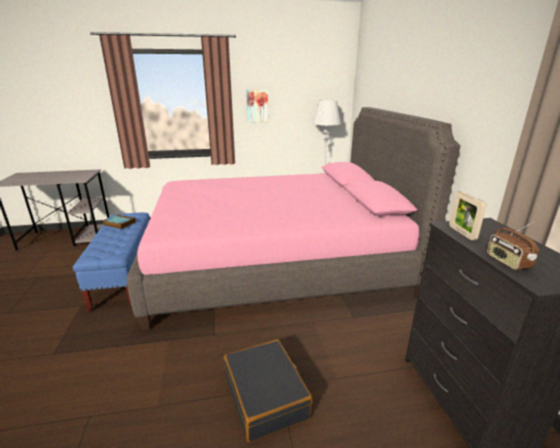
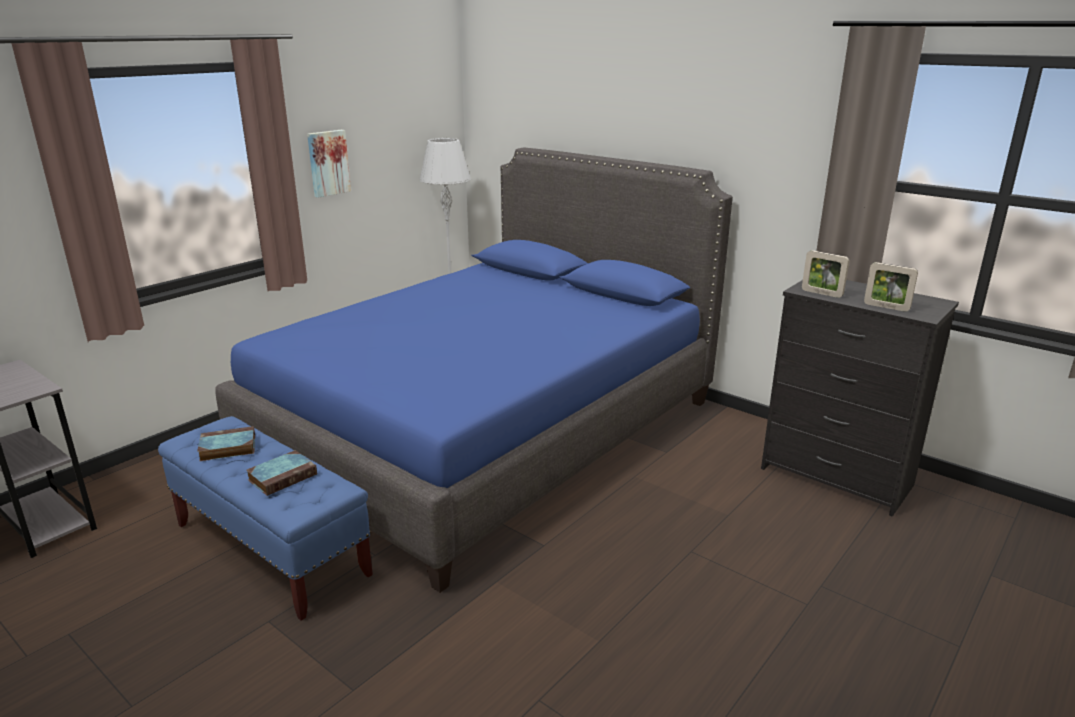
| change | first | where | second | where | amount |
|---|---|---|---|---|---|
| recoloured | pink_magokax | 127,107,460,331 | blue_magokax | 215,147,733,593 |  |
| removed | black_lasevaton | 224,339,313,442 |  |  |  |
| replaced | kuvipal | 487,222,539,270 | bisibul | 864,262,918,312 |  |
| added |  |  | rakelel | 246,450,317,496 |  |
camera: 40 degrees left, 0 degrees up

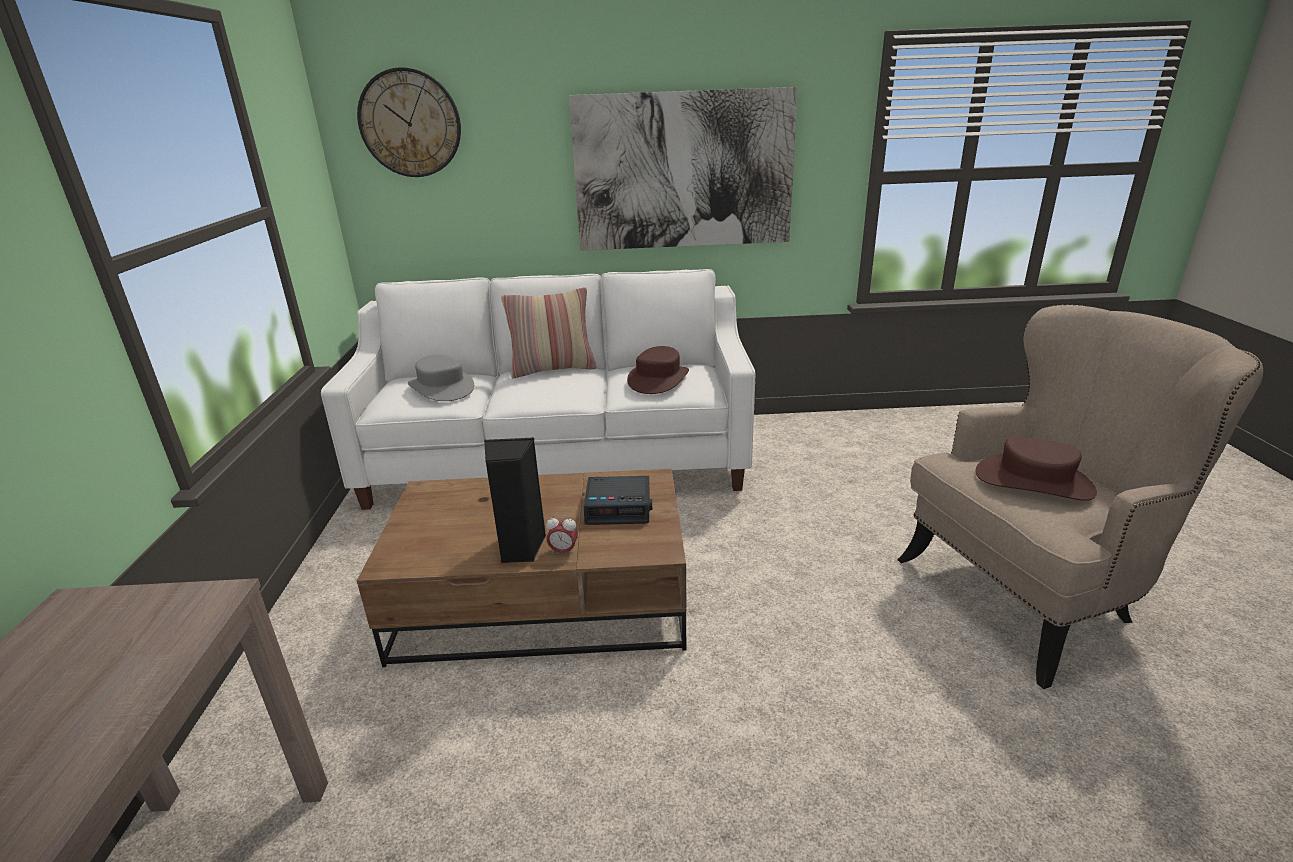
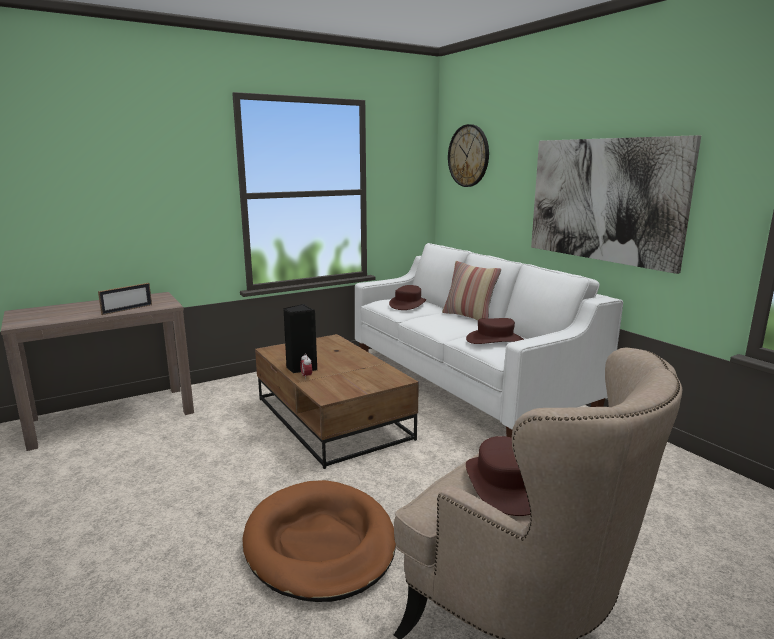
| change | first | where | second | where | amount |
|---|---|---|---|---|---|
| recoloured | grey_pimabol | 408,355,474,401 | brown_pimabol | 389,285,427,310 |  |
| removed | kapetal | 584,476,652,525 |  |  |  |
| added |  |  | bisibul | 98,283,152,315 |  |
| added |  |  | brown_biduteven | 243,480,396,602 |  |
camera: 60 degrees right, 10 degrees down

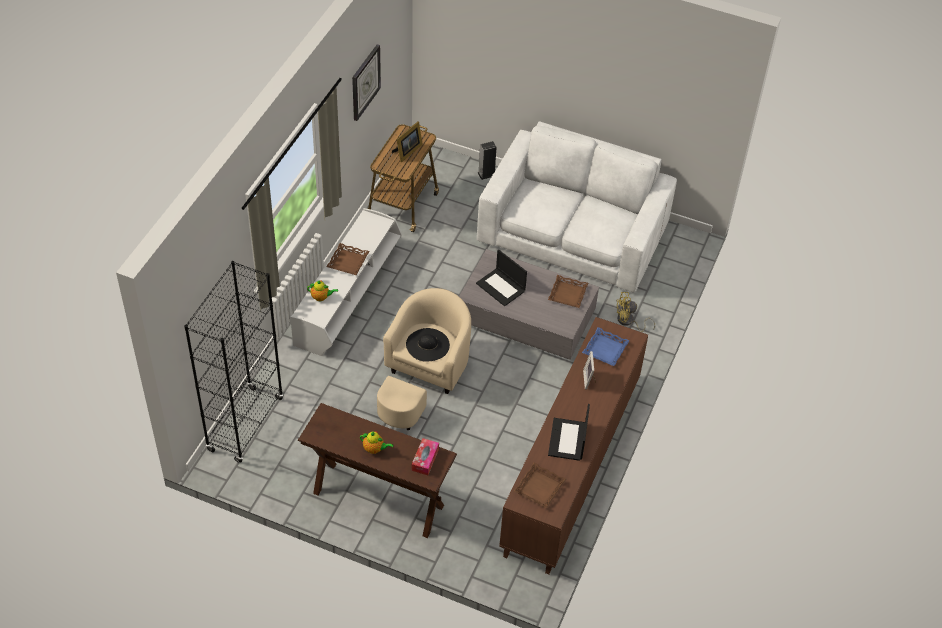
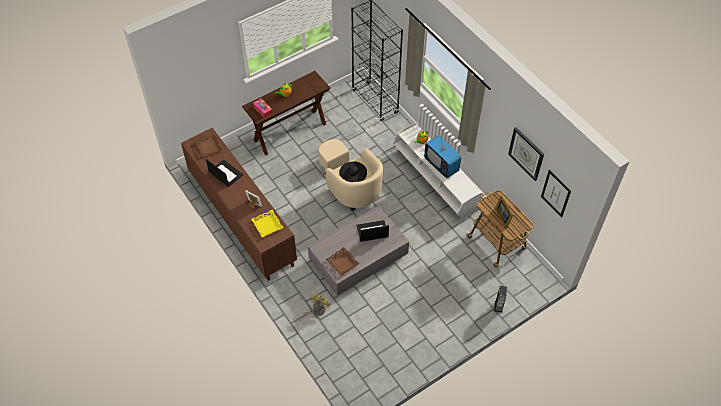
| change | first | where | second | where | amount |
|---|---|---|---|---|---|
| replaced | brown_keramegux | 326,243,369,276 | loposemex | 424,132,461,178 |  |
| removed | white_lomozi | 477,121,677,293 |  |  |  |
| recoloured | blue_keramegux | 582,327,630,366 | yellow_keramegux | 251,210,283,237 |  |
| added |  |  | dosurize | 541,170,571,217 |  |
camera: 125 degrees right, 5 degrees up

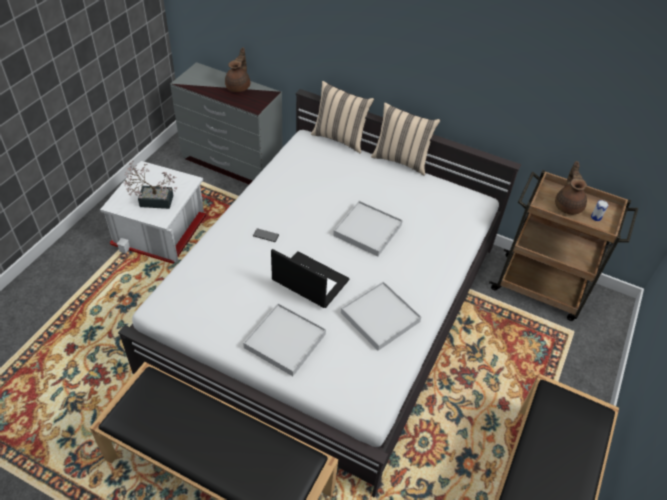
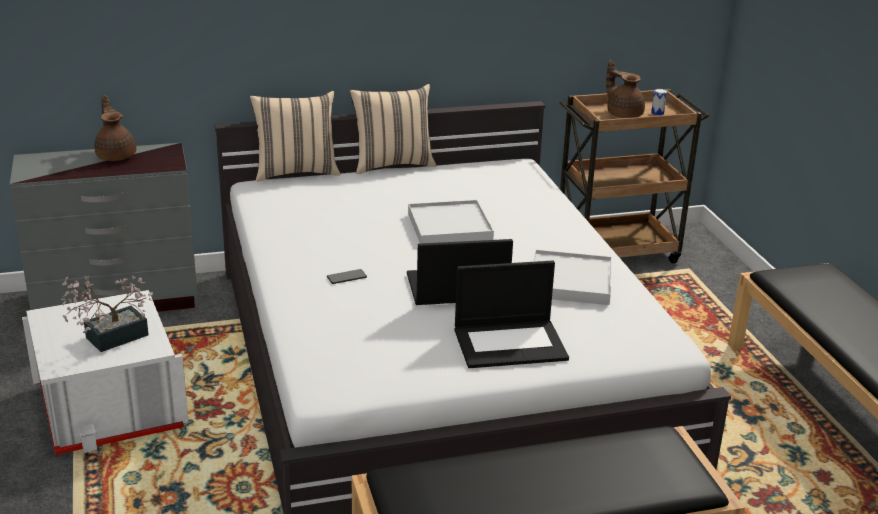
| change | first | where | second | where | amount |
|---|---|---|---|---|---|
| replaced | white_keramegux | 243,303,326,376 | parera | 455,261,569,368 |  |
camera: 40 degrees left, 20 degrees down

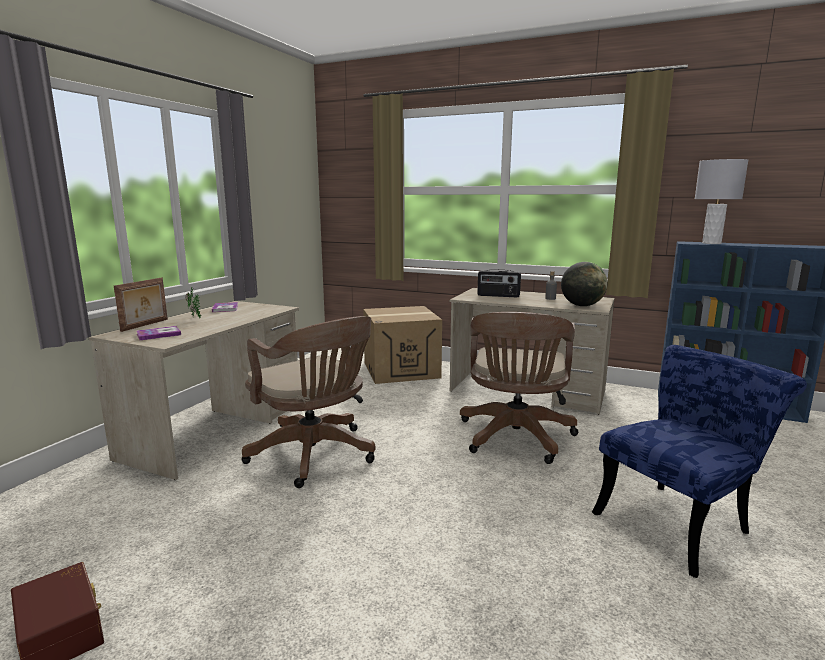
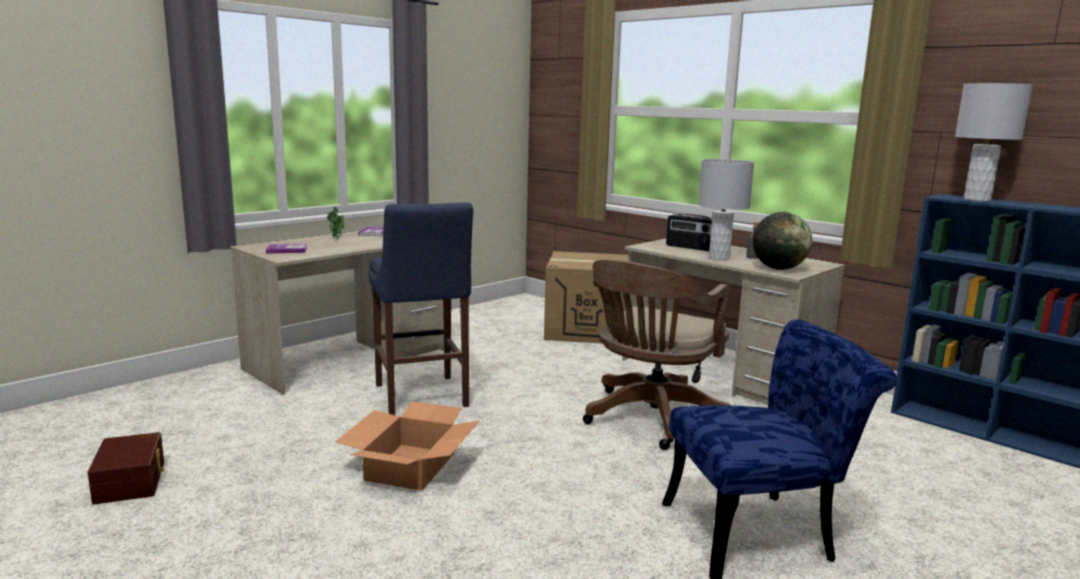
| change | first | where | second | where | amount |
|---|---|---|---|---|---|
| removed | bisibul | 114,278,168,332 |  |  |  |
| replaced | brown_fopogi | 241,316,376,488 | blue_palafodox | 368,202,473,415 |  |
| added |  |  | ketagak | 335,401,479,491 |  |
| added |  |  | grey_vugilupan | 698,159,754,260 |  |
camera: 20 degrees right, 0 degrees up

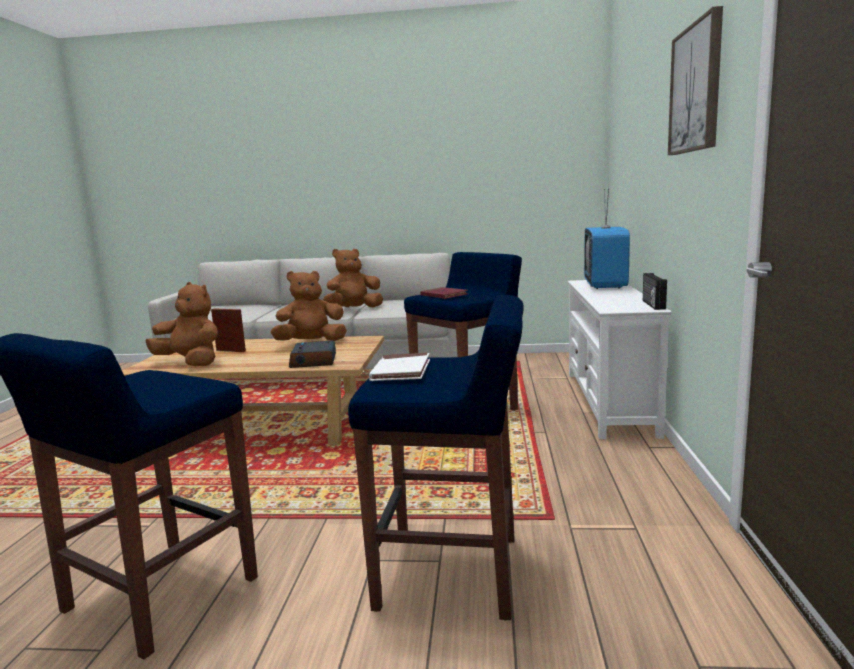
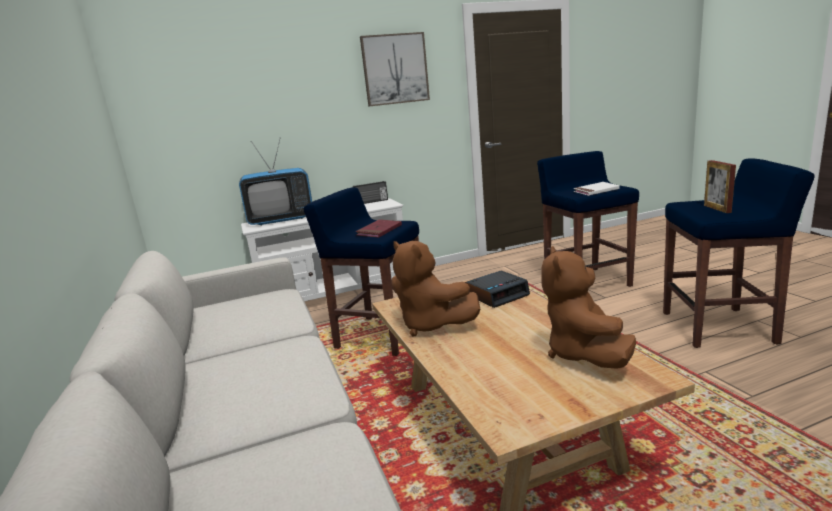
| change | first | where | second | where | amount |
|---|---|---|---|---|---|
| moved | bisibul | 211,308,246,352 |  | 704,160,736,213 |  |
| removed | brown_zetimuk | 323,249,383,308 |  |  |  |
camera: 115 degrees left, 5 degrees up

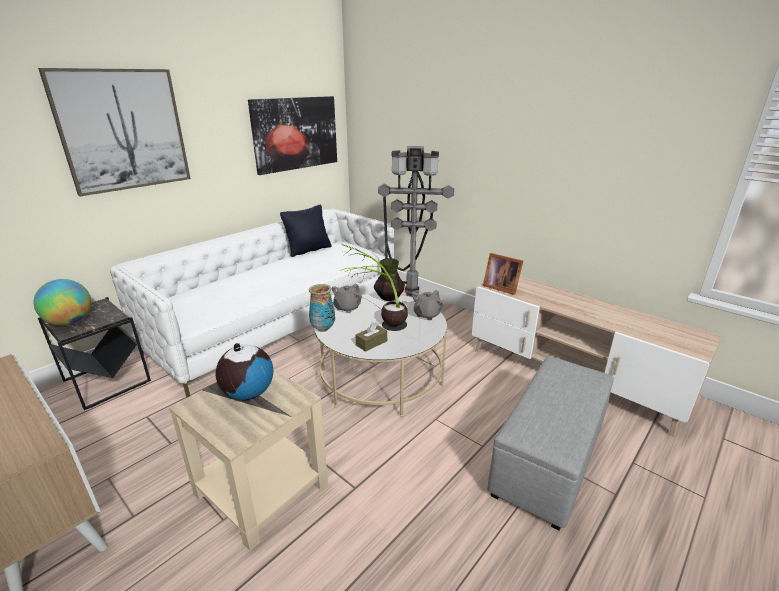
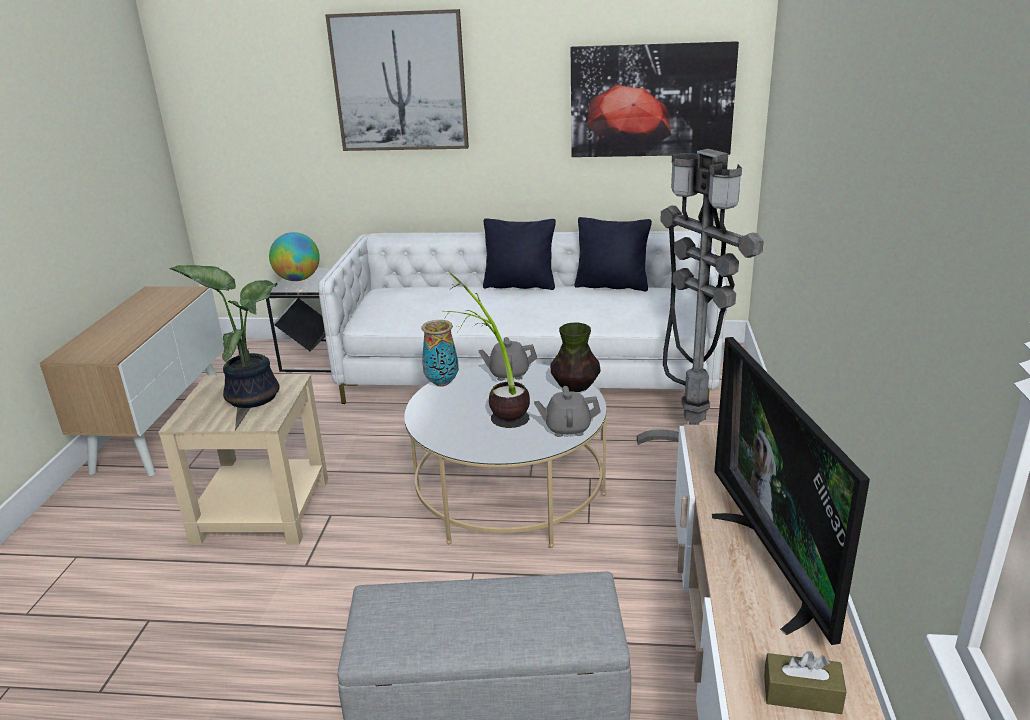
| change | first | where | second | where | amount |
|---|---|---|---|---|---|
| replaced | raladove | 216,343,273,400 | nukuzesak | 169,265,280,408 |  |
| moved | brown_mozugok | 356,322,387,352 |  | 764,651,847,714 |  |
| removed | bisibul | 483,253,523,295 |  |  |  |
| added |  |  | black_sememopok | 483,218,556,290 |  |
| added |  |  | loposemex | 712,337,870,645 |  |
camera: 55 degrees right, 0 degrees up

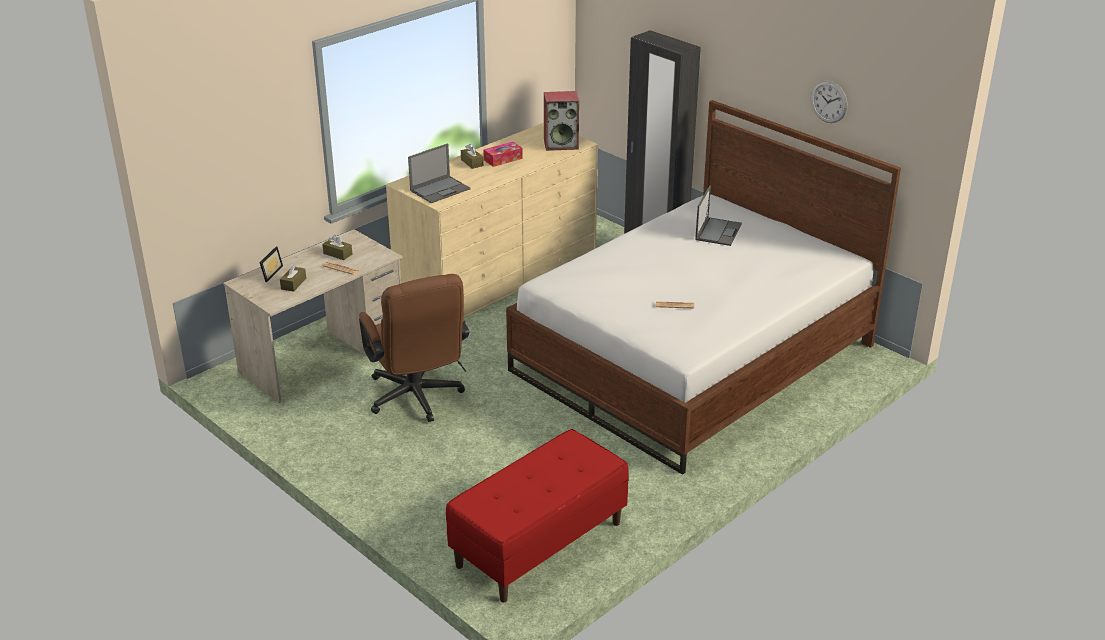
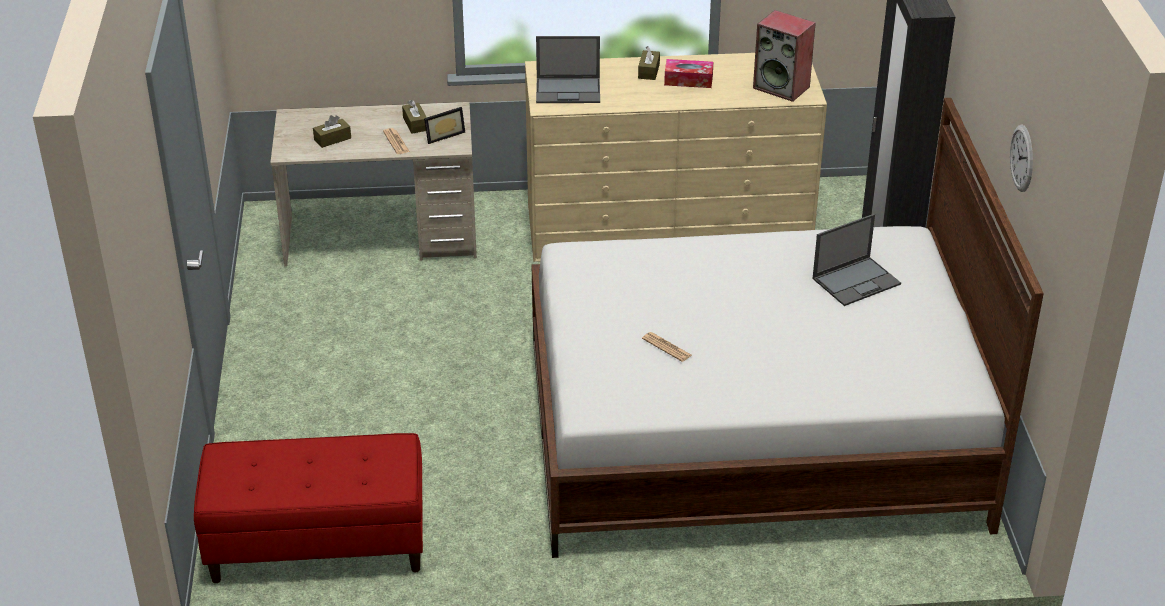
| change | first | where | second | where | amount |
|---|---|---|---|---|---|
| moved | bisibul | 260,247,283,282 |  | 424,107,465,144 |  |
| removed | brown_fopogi | 359,274,469,422 |  |  |  |
camera: 40 degrees right, 5 degrees up

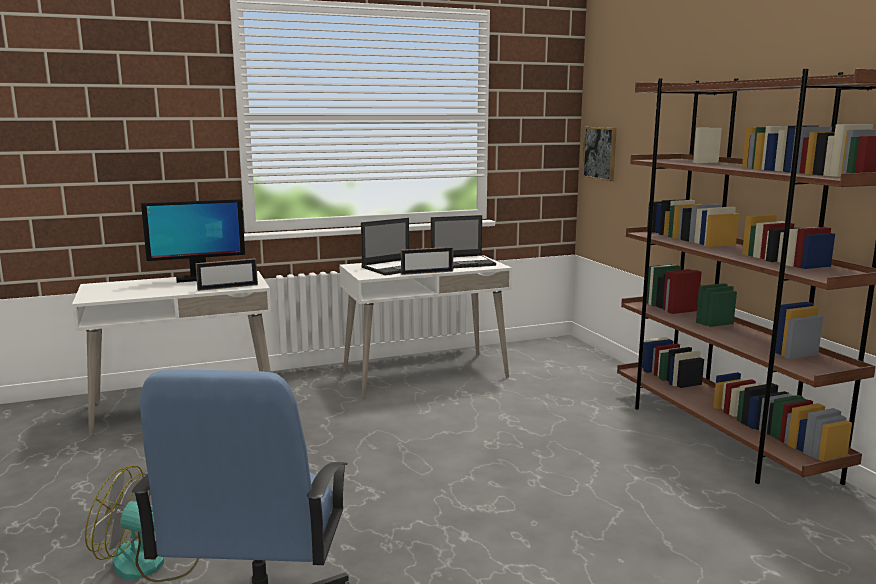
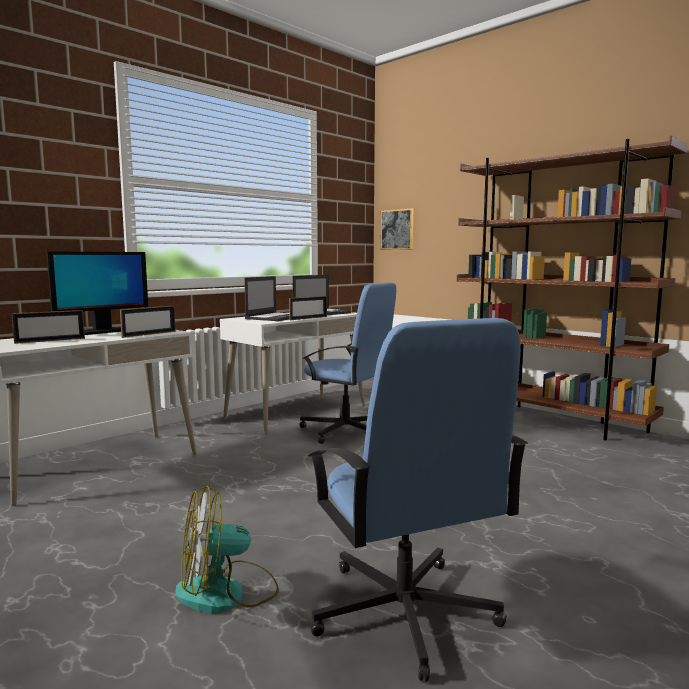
| change | first | where | second | where | amount |
|---|---|---|---|---|---|
| added |  |  | bisibul | 11,310,85,344 |  |
| added |  |  | blue_fopogi | 299,283,396,444 |  |
camera: 25 degrees left, 5 degrees down

